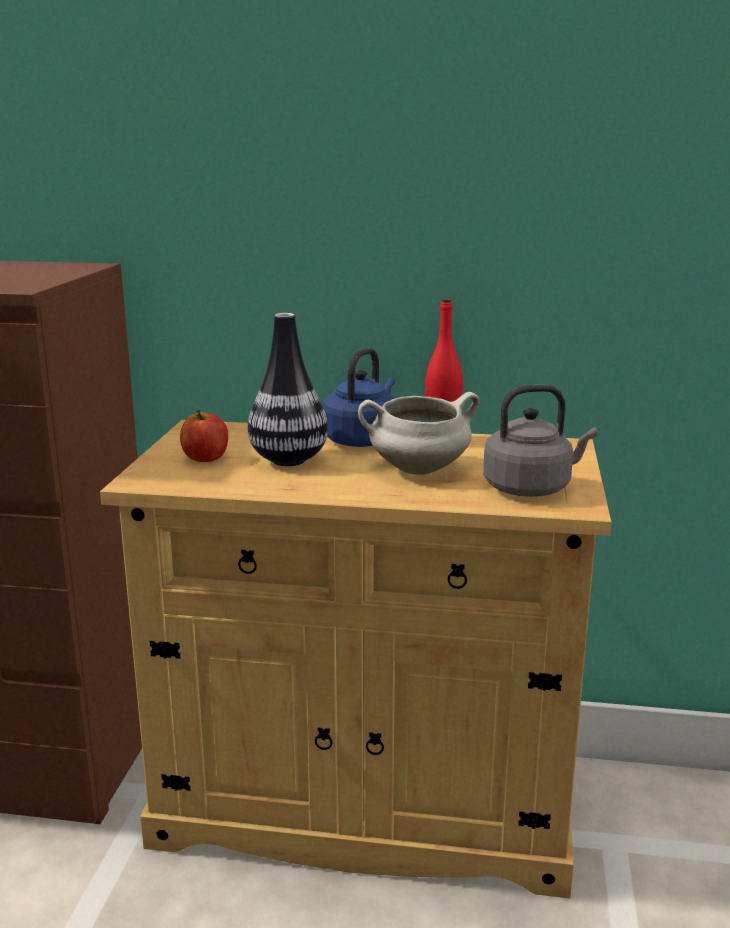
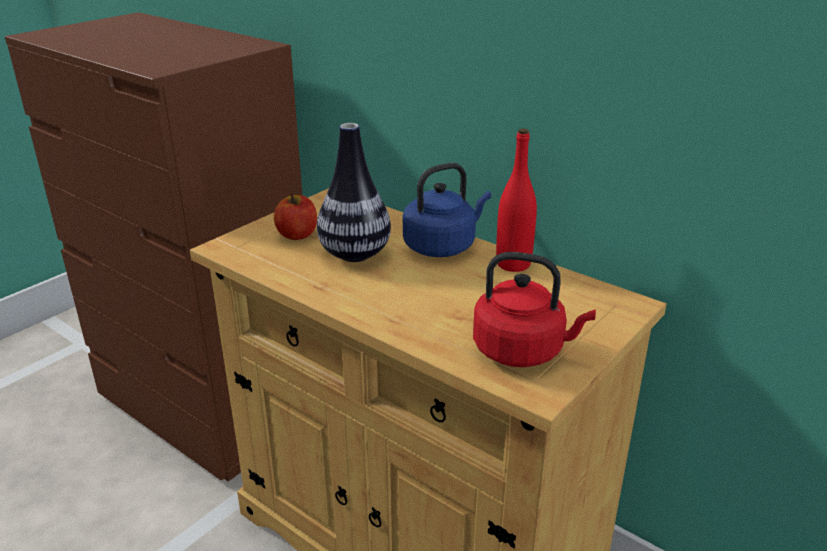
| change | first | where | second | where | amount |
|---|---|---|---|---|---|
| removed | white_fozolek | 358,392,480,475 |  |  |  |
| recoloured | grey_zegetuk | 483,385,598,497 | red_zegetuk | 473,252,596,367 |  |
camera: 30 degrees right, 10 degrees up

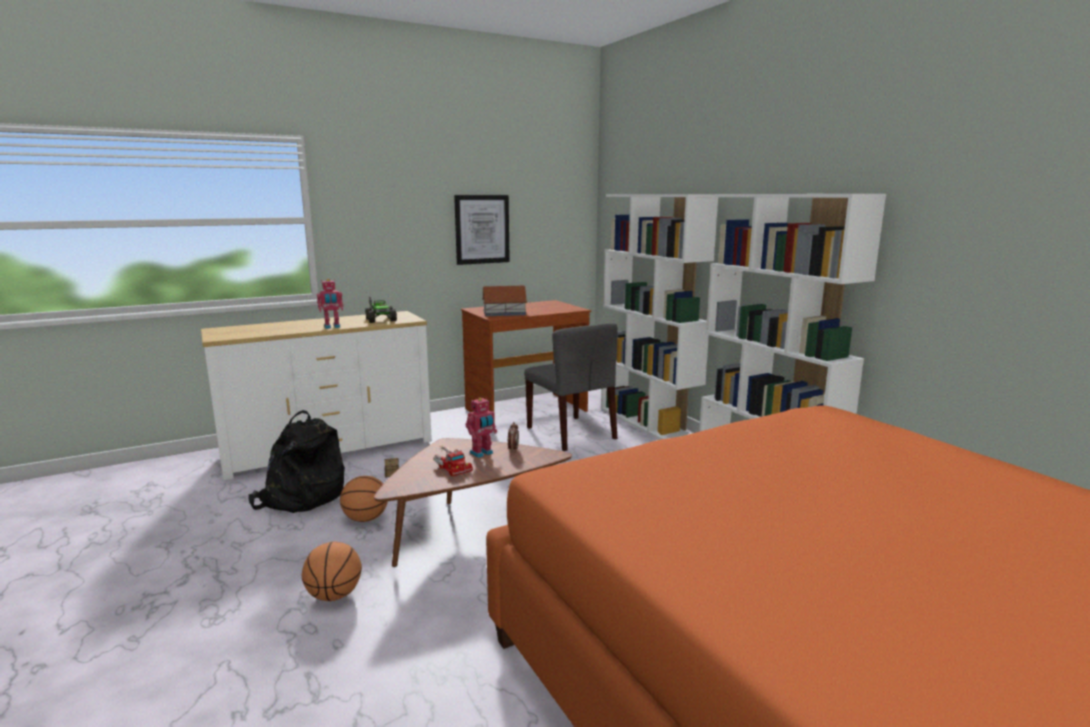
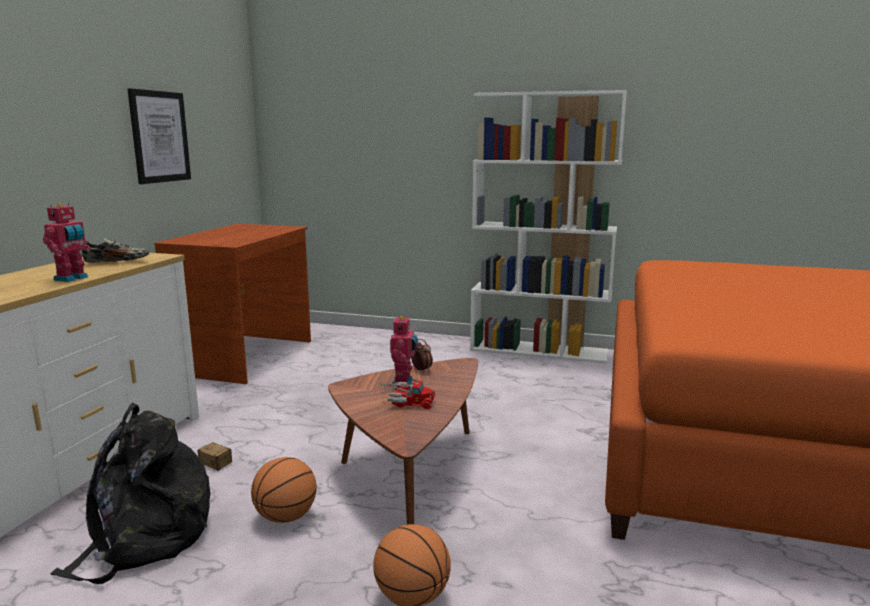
| change | first | where | second | where | amount |
|---|---|---|---|---|---|
| replaced | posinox | 365,297,397,323 | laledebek | 82,238,149,263 |  |
| removed | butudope | 482,286,527,316 |  |  |  |
| removed | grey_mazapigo | 524,323,617,451 |  |  |  |
| removed | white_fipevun | 601,194,718,440 |  |  |  |
camera: 45 degrees left, 0 degrees up

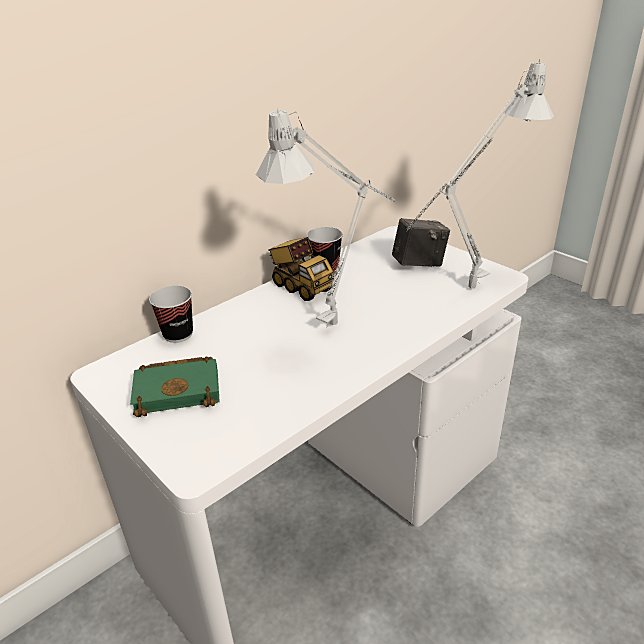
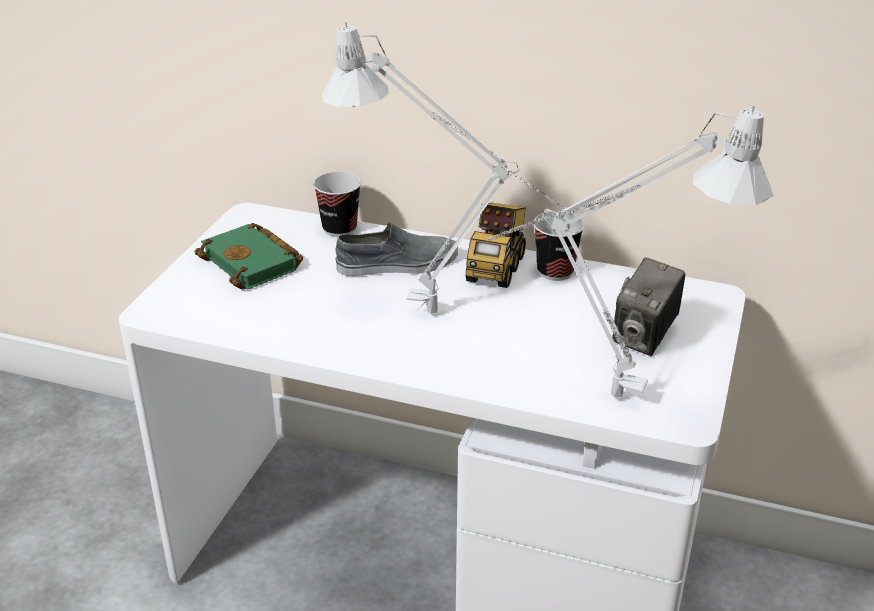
| change | first | where | second | where | amount |
|---|---|---|---|---|---|
| turned | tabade | 392,218,450,267 |  | 612,257,685,356 | 75 degrees clockwise |
| added |  |  | grey_laledebek | 336,223,458,276 |  |
camera: 60 degrees right, 0 degrees up

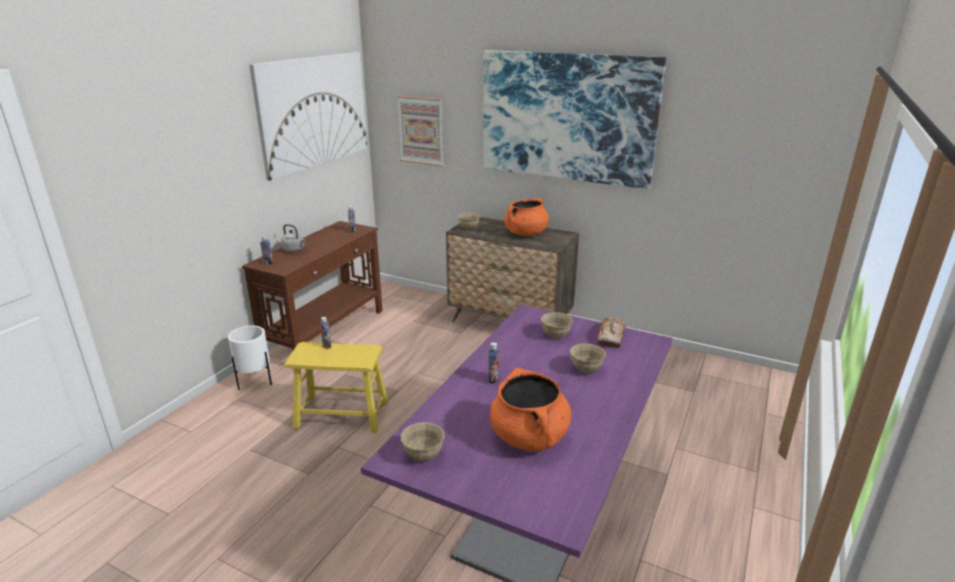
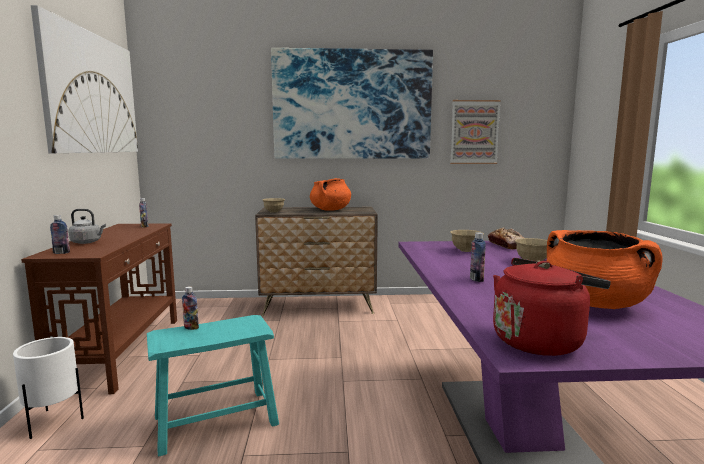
| change | first | where | second | where | amount |
|---|---|---|---|---|---|
| recoloured | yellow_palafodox | 284,342,388,433 | turquoise_palafodox | 147,315,279,456 |  |
| moved | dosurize | 397,96,443,166 |  | 450,100,501,164 |  |
| replaced | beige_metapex | 401,422,445,461 | red_zegetuk | 493,258,611,356 |  |
camera: 30 degrees left, 15 degrees down

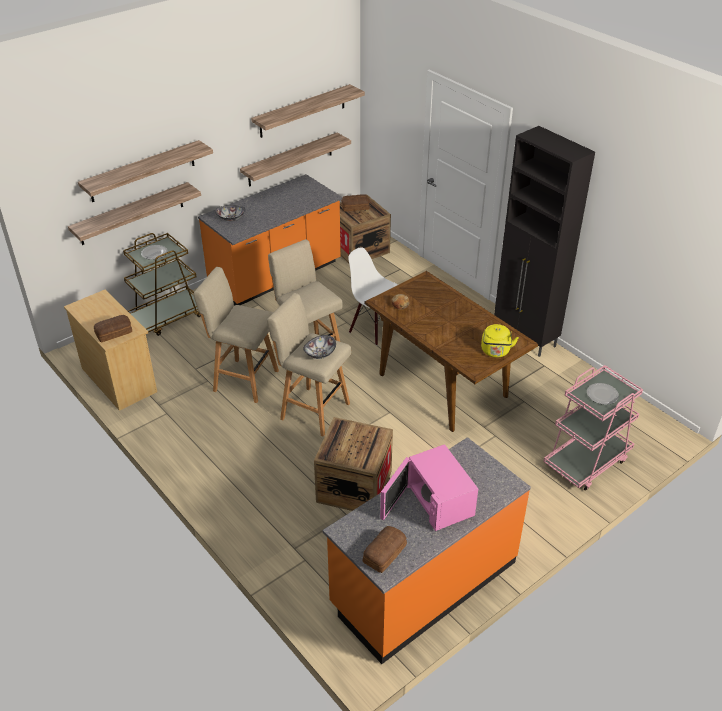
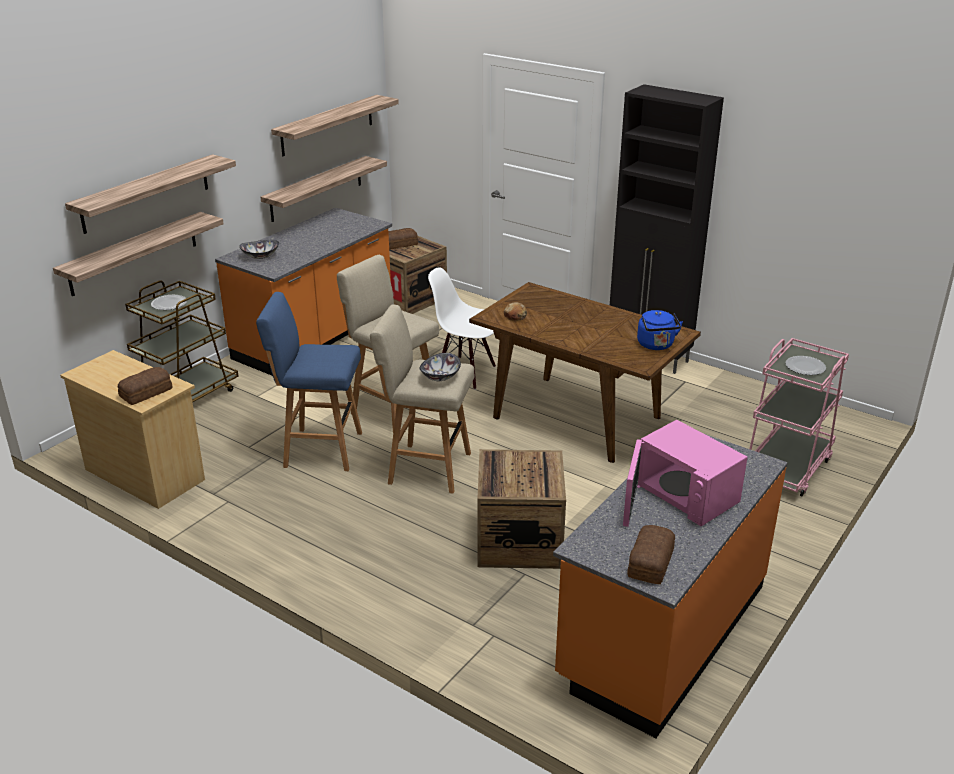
| change | first | where | second | where | amount |
|---|---|---|---|---|---|
| recoloured | beige_palafodox | 193,267,279,403 | blue_palafodox | 256,292,362,471 |  |
| recoloured | yellow_zegetuk | 481,324,519,358 | blue_zegetuk | 637,310,683,350 |  |
camera: 15 degrees left, 10 degrees down

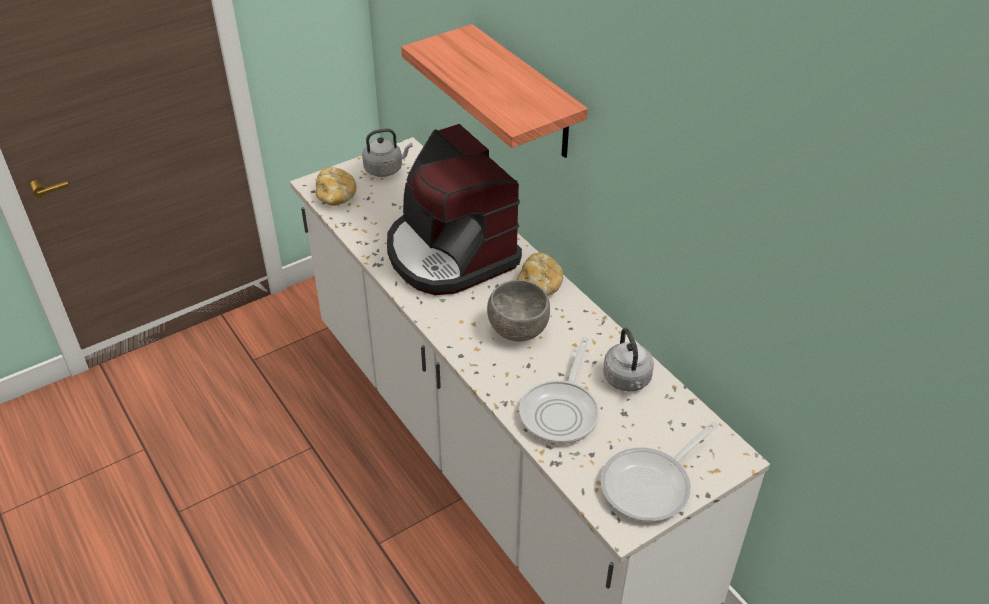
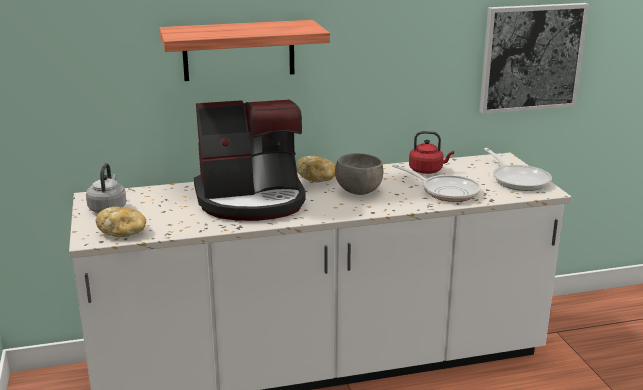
| change | first | where | second | where | amount |
|---|---|---|---|---|---|
| recoloured | grey_zegetuk | 603,328,654,391 | red_zegetuk | 409,131,454,174 |  |
| added |  |  | dosurize | 480,3,589,114 |  |
camera: 70 degrees left, 20 degrees down

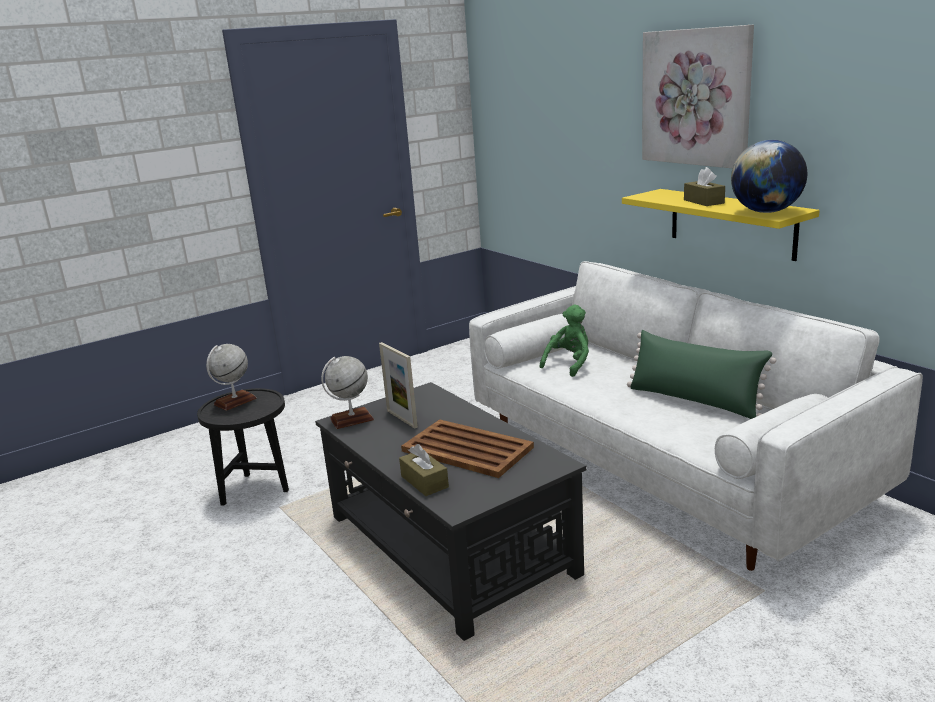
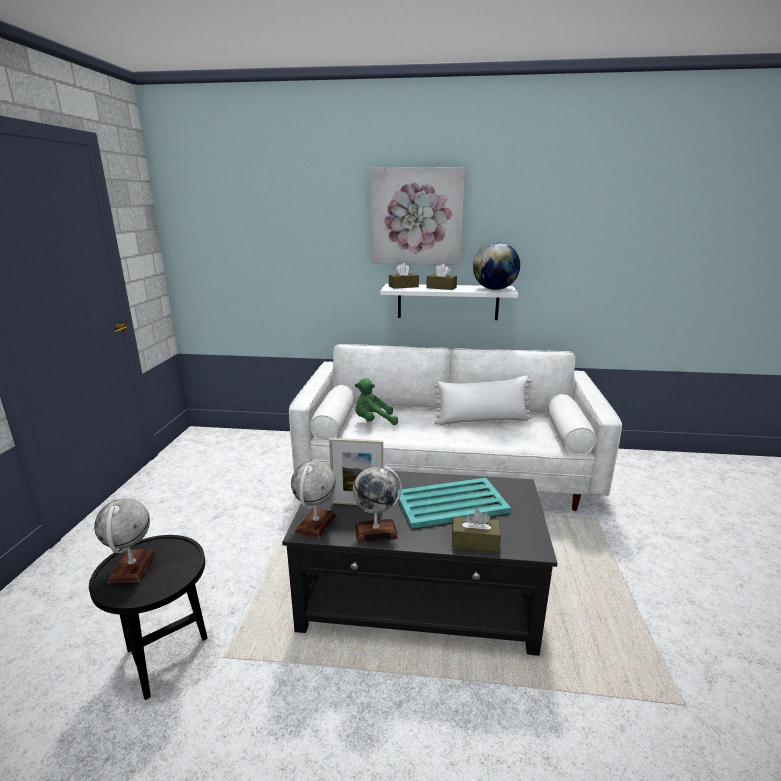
| change | first | where | second | where | amount |
|---|---|---|---|---|---|
| recoloured | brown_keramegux | 401,419,534,478 | turquoise_keramegux | 397,478,511,529 |  |
| turned | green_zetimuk | 540,305,589,377 |  | 355,378,398,425 | 90 degrees counterclockwise |
| recoloured | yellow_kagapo | 622,189,820,261 | white_kagapo | 380,284,518,320 |  |
| recoloured | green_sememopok | 627,330,776,419 | white_sememopok | 434,375,531,425 |  |
| added |  |  | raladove | 353,467,402,543 |  |
| added |  |  | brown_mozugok | 389,263,419,289 |  |
camera: 50 degrees left, 0 degrees up

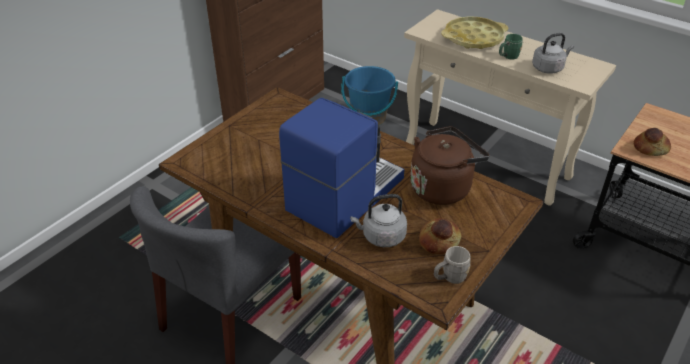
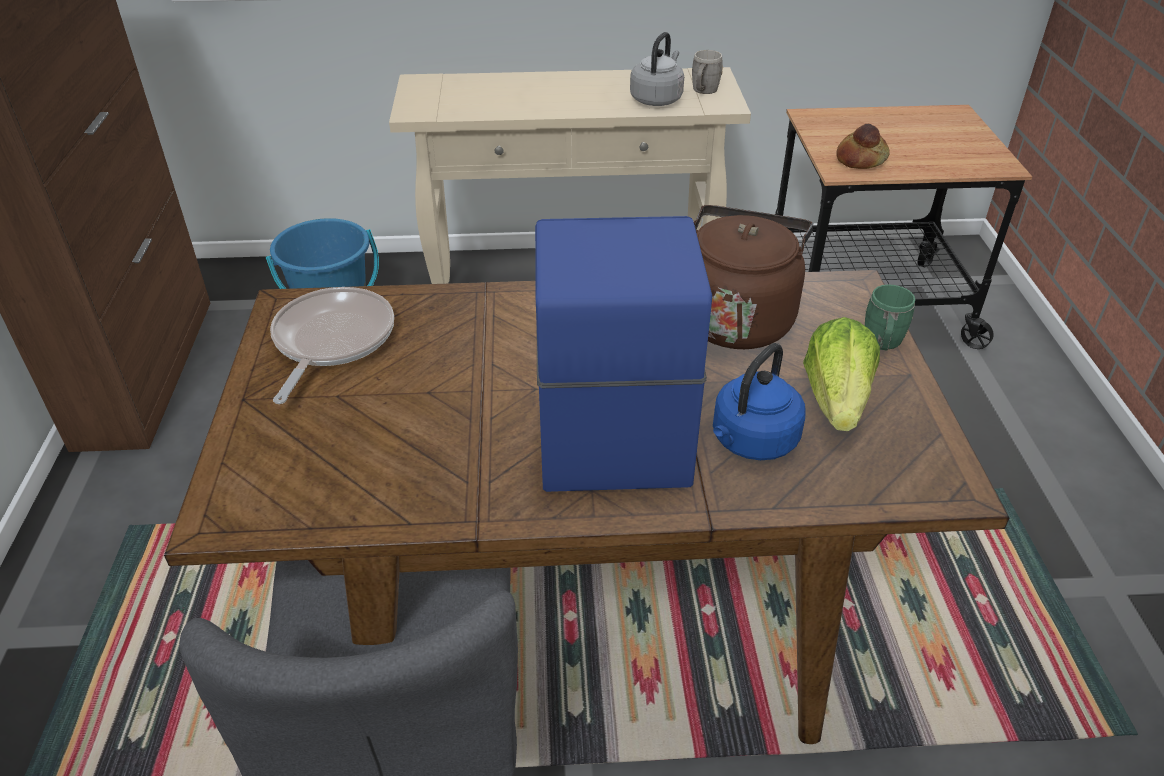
| change | first | where | second | where | amount |
|---|---|---|---|---|---|
| recoloured | grey_zegetuk | 350,194,407,247 | blue_zegetuk | 713,343,806,460 |  |
| replaced | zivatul | 419,218,461,254 | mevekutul | 803,317,880,431 |  |
| moved | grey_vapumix | 434,246,471,284 |  | 692,50,723,94 |  |
| removed | yellow_keramegux | 441,16,508,49 |  |  |  |
| moved | green_vapumix | 499,34,523,60 |  | 865,284,915,351 |  |
| added |  |  | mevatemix | 270,287,394,404 |  |
camera: 40 degrees left, 0 degrees up

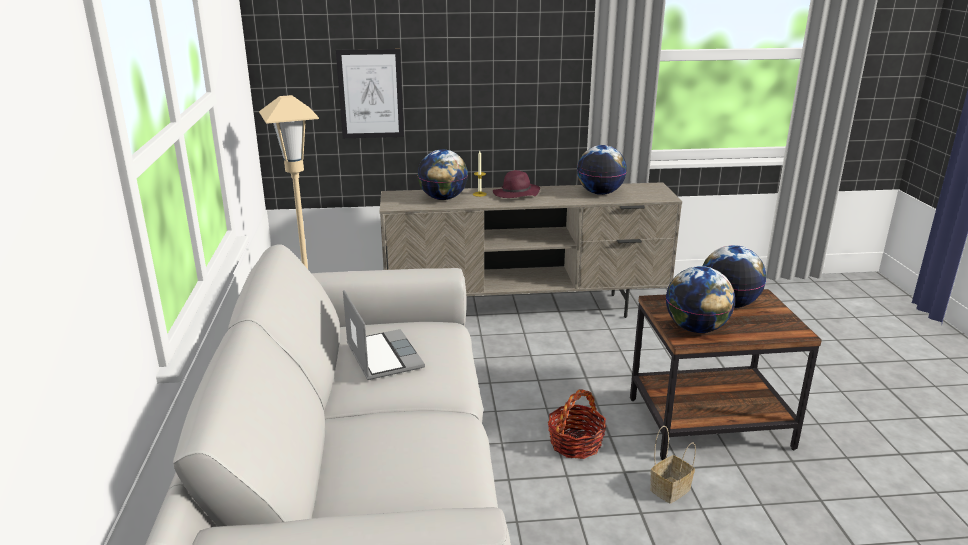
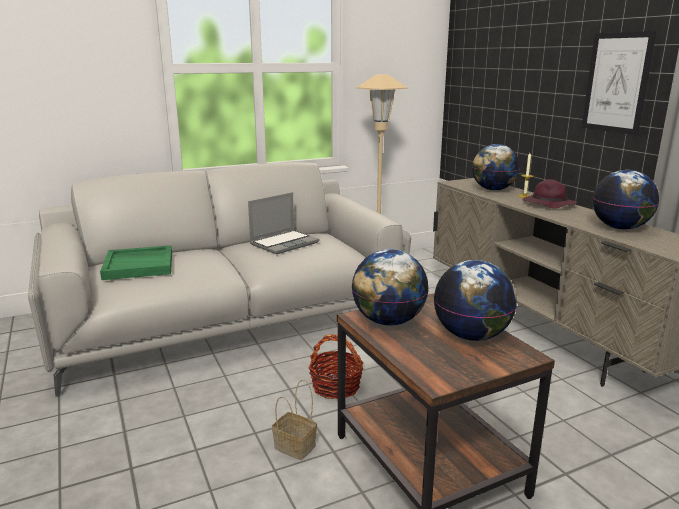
| change | first | where | second | where | amount |
|---|---|---|---|---|---|
| moved | dosurize | 336,49,404,138 |  | 582,31,656,135 |  |
| added |  |  | green_keramegux | 100,245,172,280 |  |
camera: 70 degrees right, 5 degrees down

